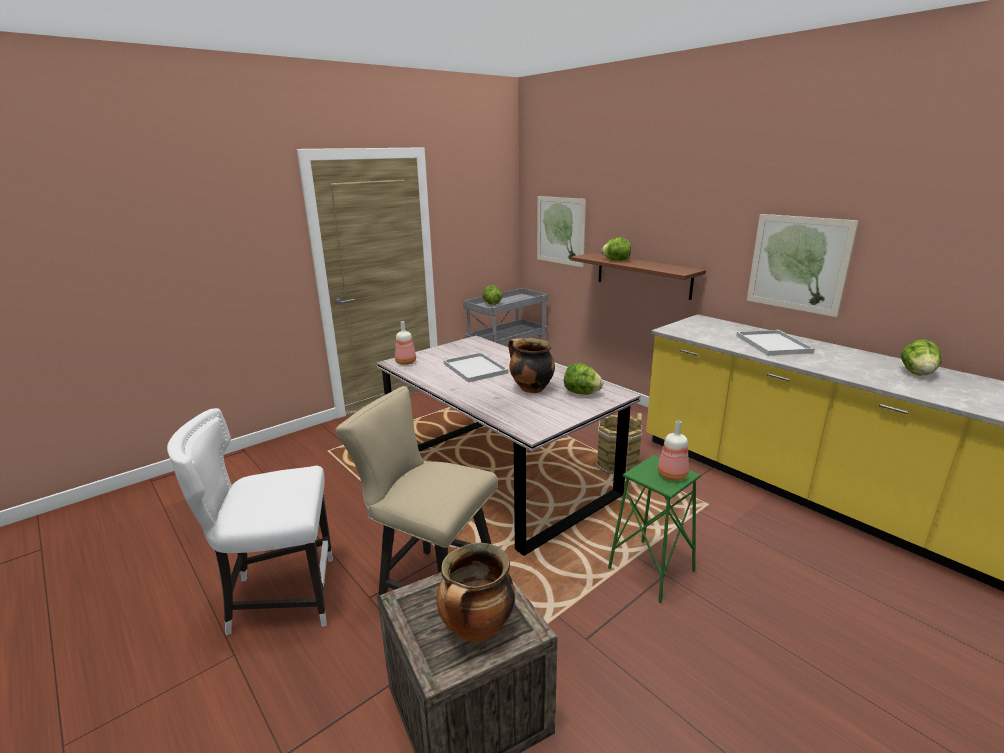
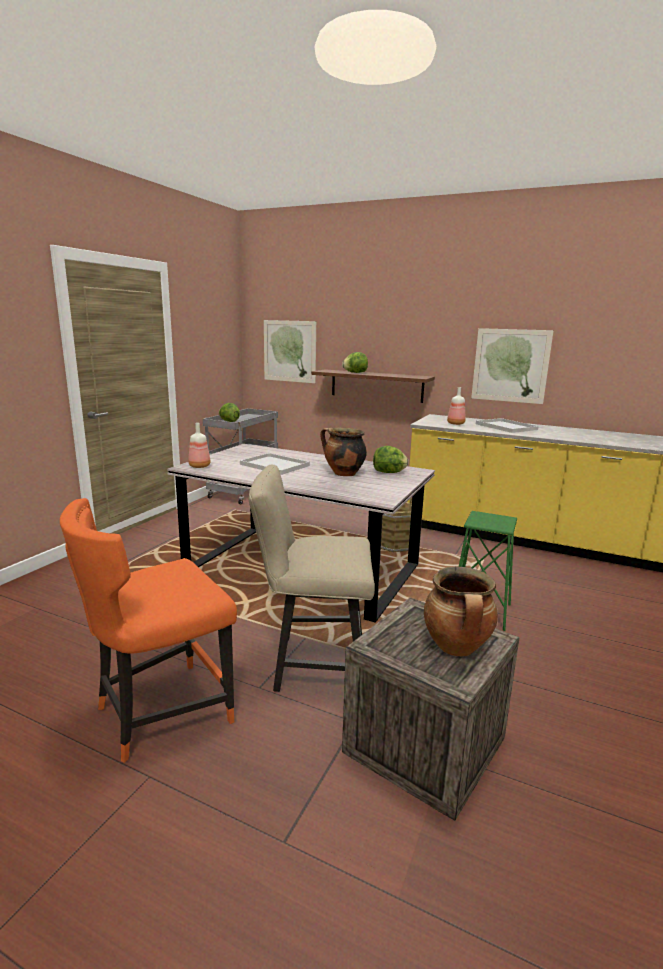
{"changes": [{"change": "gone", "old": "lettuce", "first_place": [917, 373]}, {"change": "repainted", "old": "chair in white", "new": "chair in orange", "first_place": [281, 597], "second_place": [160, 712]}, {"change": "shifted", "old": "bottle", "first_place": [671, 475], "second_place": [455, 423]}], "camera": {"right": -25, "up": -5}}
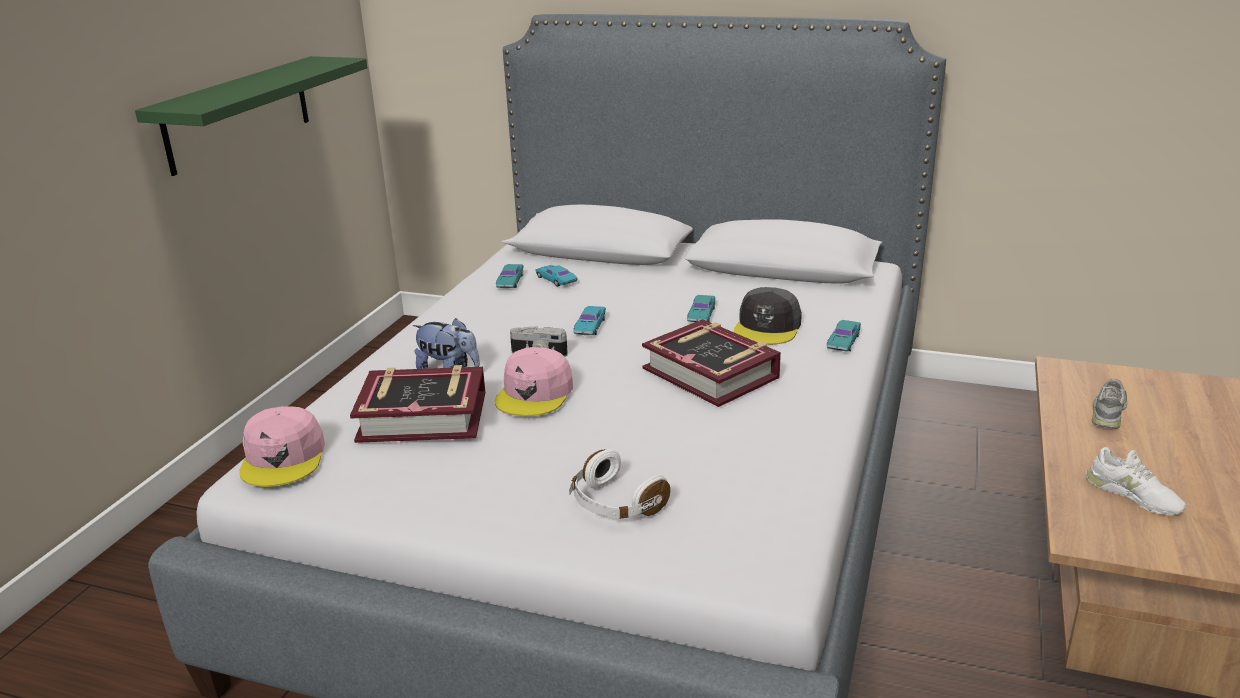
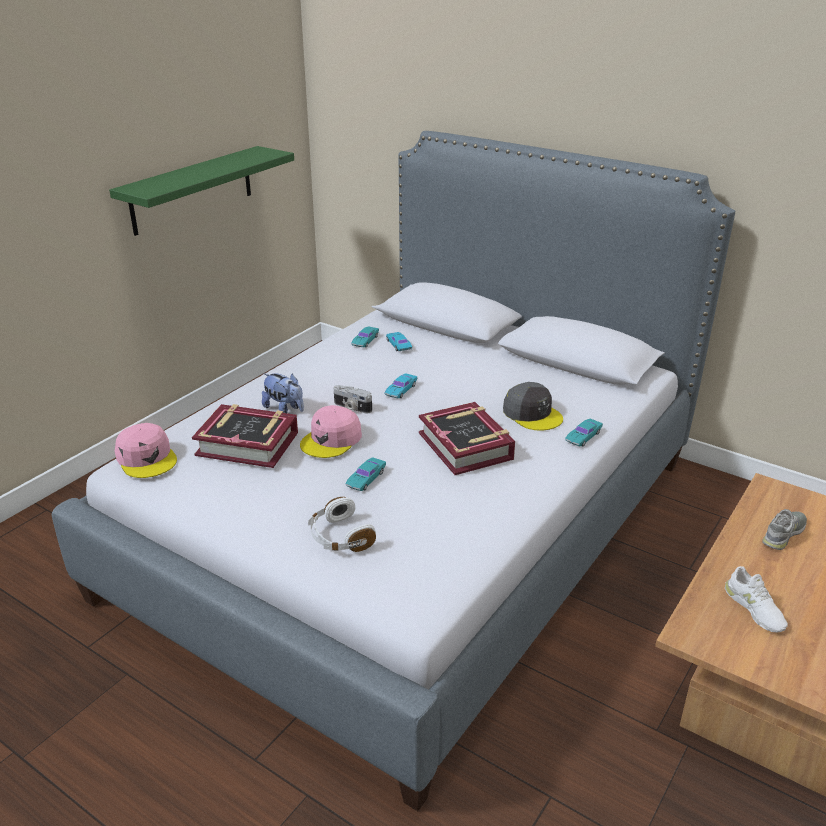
{"changes": [{"change": "rotated", "old": "cap in grey", "first_place": [768, 327], "second_place": [532, 414], "degrees": -75}, {"change": "shifted", "old": "toy car in turquoise", "first_place": [701, 314], "second_place": [366, 478]}, {"change": "rotated", "old": "cap in pink", "first_place": [284, 458], "second_place": [147, 458], "degrees": -45}], "camera": {"right": 15, "up": 5}}
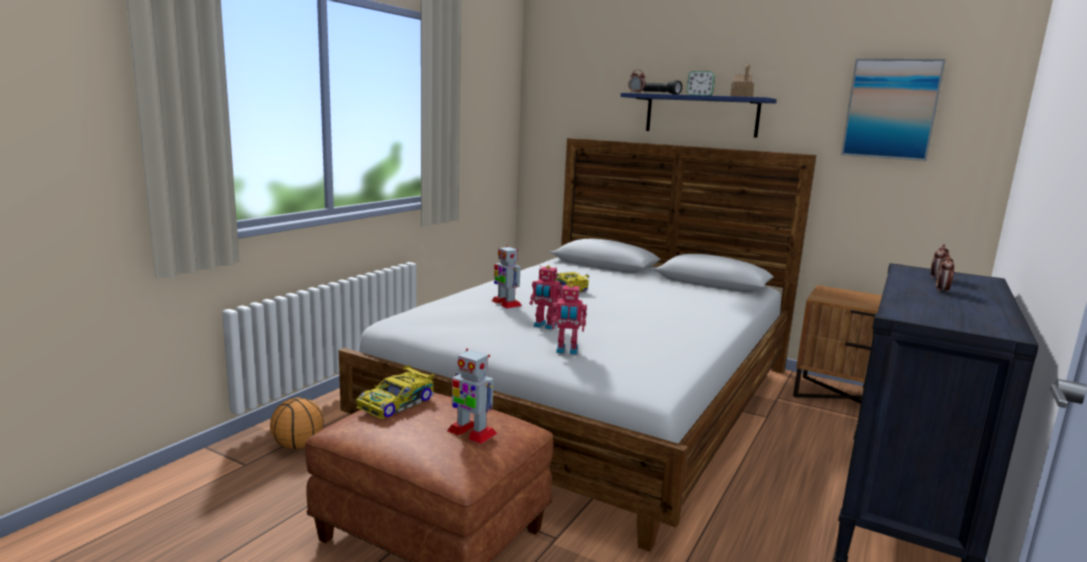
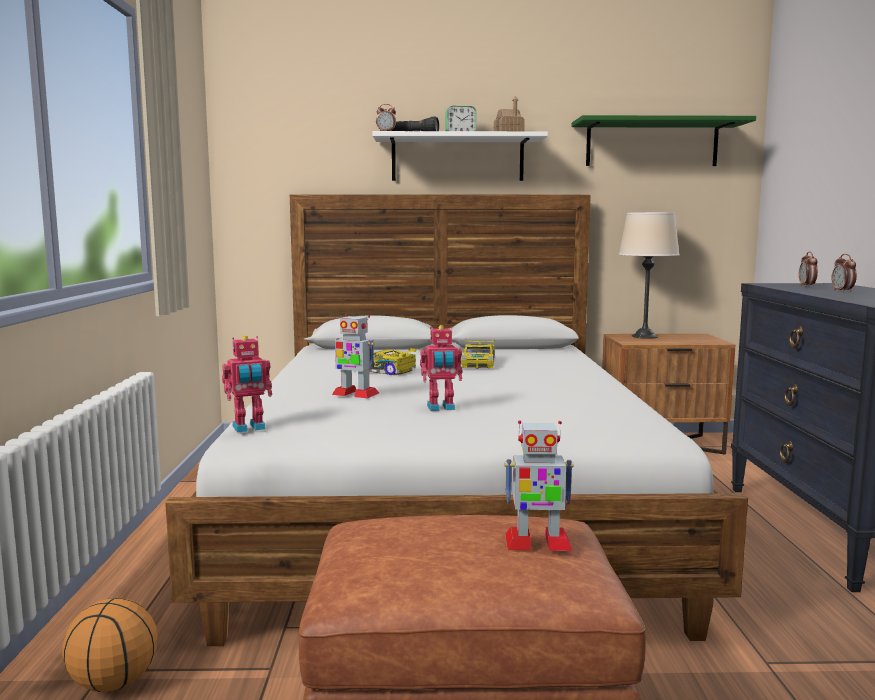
{"changes": [{"change": "swapped", "old": "picture", "new": "shelf in green", "first_place": [891, 109], "second_place": [652, 144]}, {"change": "repainted", "old": "shelf in blue", "new": "shelf in white", "first_place": [701, 115], "second_place": [457, 159]}, {"change": "shifted", "old": "toy robot", "first_place": [567, 351], "second_place": [249, 428]}, {"change": "shifted", "old": "toy car", "first_place": [397, 402], "second_place": [478, 363]}, {"change": "new", "new": "table lamp in beige", "second_place": [644, 336]}], "camera": {"right": -30, "up": -5}}
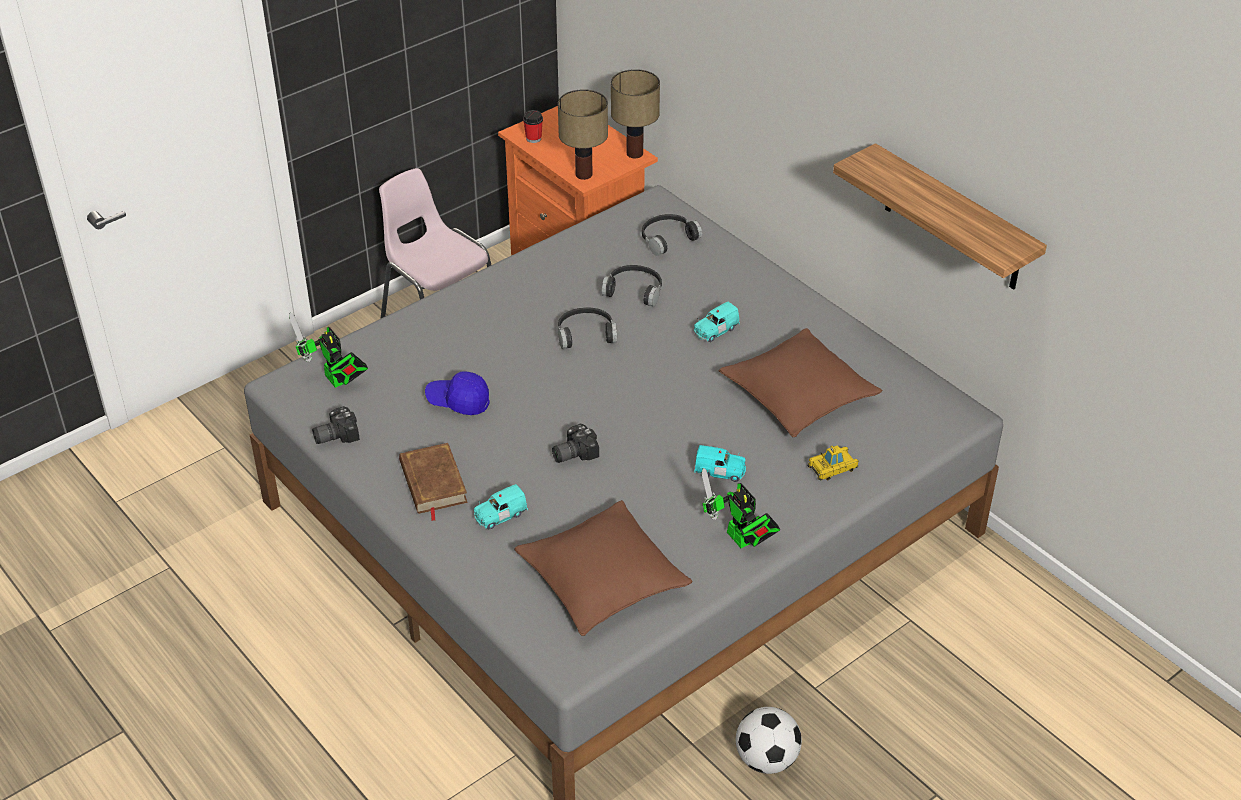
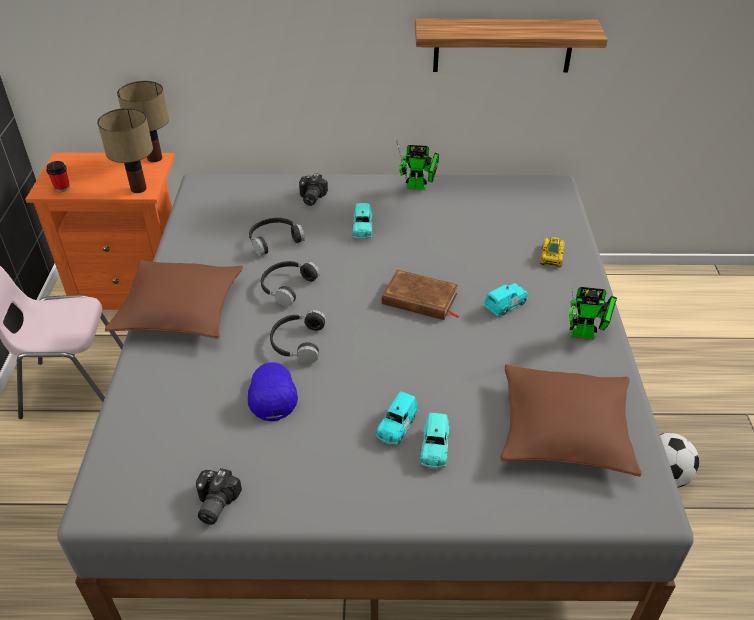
{"changes": [{"change": "shifted", "old": "headphones in black", "first_place": [667, 238], "second_place": [297, 342]}, {"change": "shifted", "old": "toy robot", "first_place": [336, 381], "second_place": [419, 187]}, {"change": "shifted", "old": "pillow in brown", "first_place": [798, 394], "second_place": [180, 310]}, {"change": "rotated", "old": "cap in blue", "first_place": [458, 401], "second_place": [272, 396], "degrees": 120}, {"change": "shifted", "old": "photo camera", "first_place": [573, 453], "second_place": [310, 198]}, {"change": "shifted", "old": "book in brown", "first_place": [433, 483], "second_place": [420, 299]}, {"change": "new", "new": "toy car in turquoise", "second_place": [396, 427]}], "camera": {"right": -50, "up": 0}}
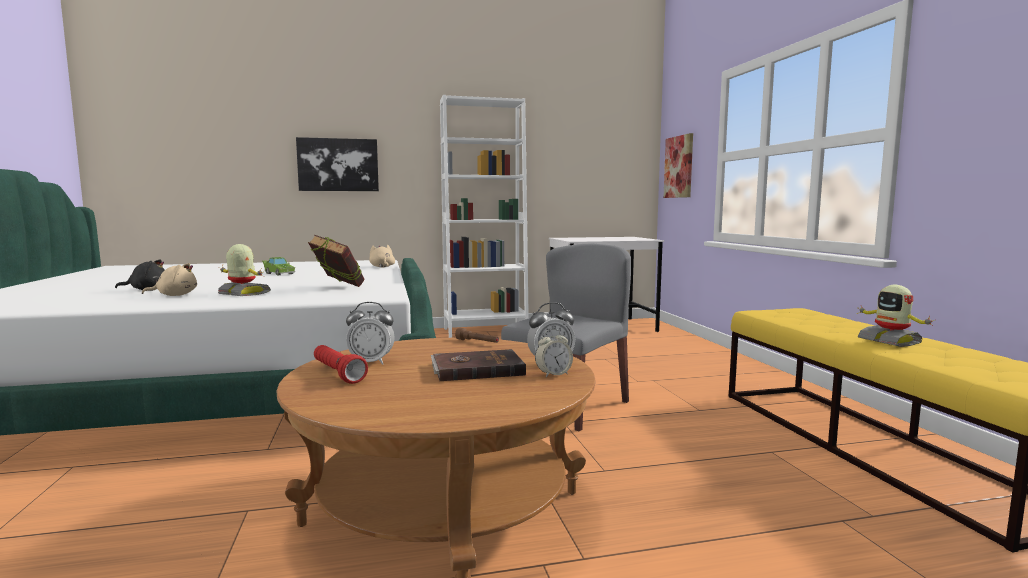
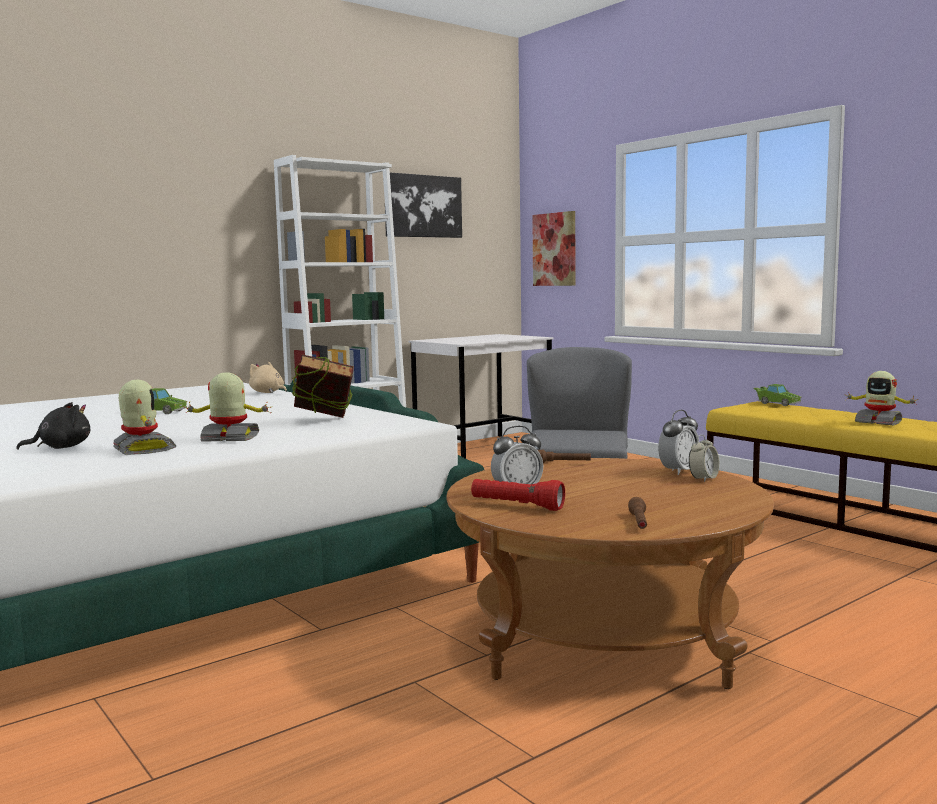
{"changes": [{"change": "shifted", "old": "picture", "first_place": [338, 165], "second_place": [422, 206]}, {"change": "swapped", "old": "plush toy in beige", "new": "toy robot", "first_place": [175, 295], "second_place": [142, 449]}, {"change": "gone", "old": "book in brown", "first_place": [476, 369]}, {"change": "new", "new": "toy car in green", "second_place": [776, 403]}, {"change": "new", "new": "flashlight in brown", "second_place": [639, 522]}], "camera": {"right": -25, "up": 0}}
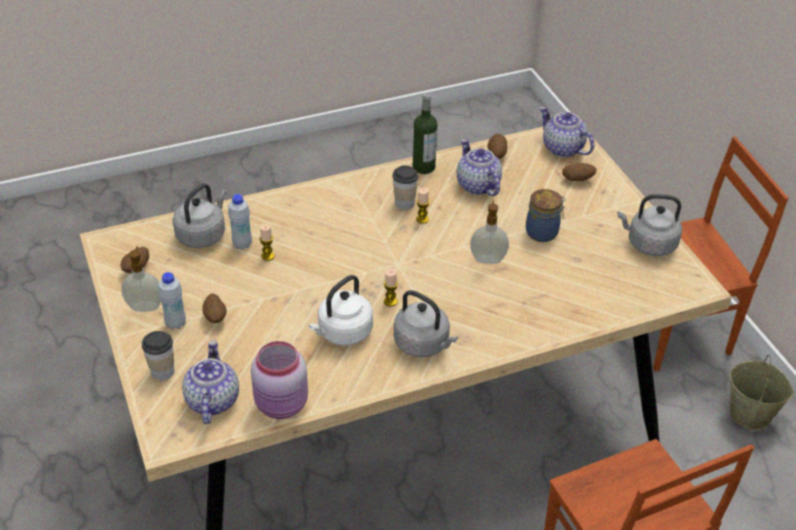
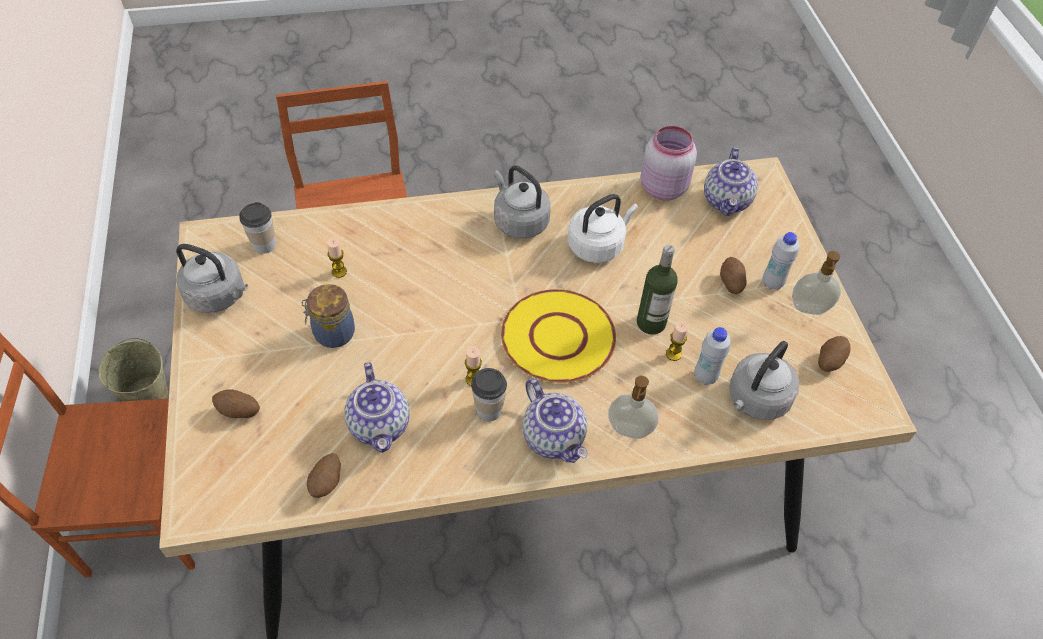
{"changes": [{"change": "shifted", "old": "bottle", "first_place": [423, 167], "second_place": [651, 323]}, {"change": "shifted", "old": "teapot", "first_place": [562, 148], "second_place": [554, 438]}, {"change": "shifted", "old": "soap dispenser", "first_place": [488, 259], "second_place": [629, 431]}, {"change": "shifted", "old": "candle", "first_place": [390, 301], "second_place": [339, 272]}, {"change": "shifted", "old": "cup", "first_place": [162, 371], "second_place": [264, 245]}, {"change": "new", "new": "plate in yellow", "second_place": [557, 338]}], "camera": {"right": -170, "up": 10}}
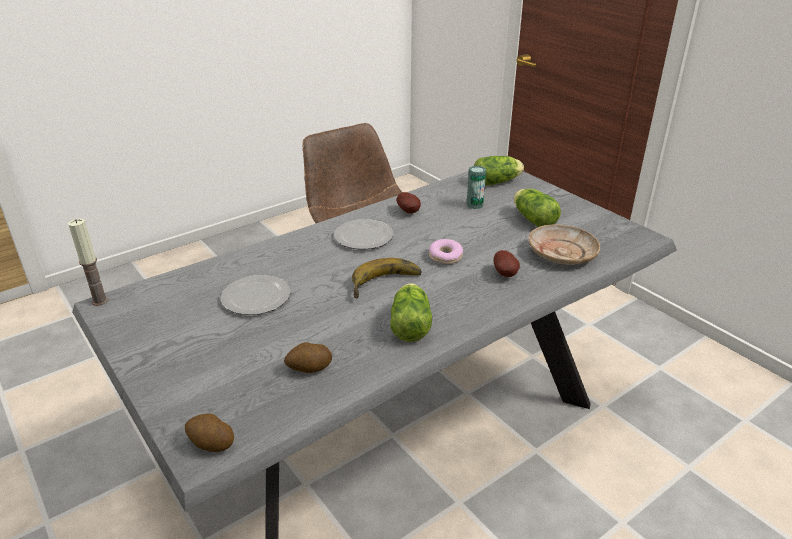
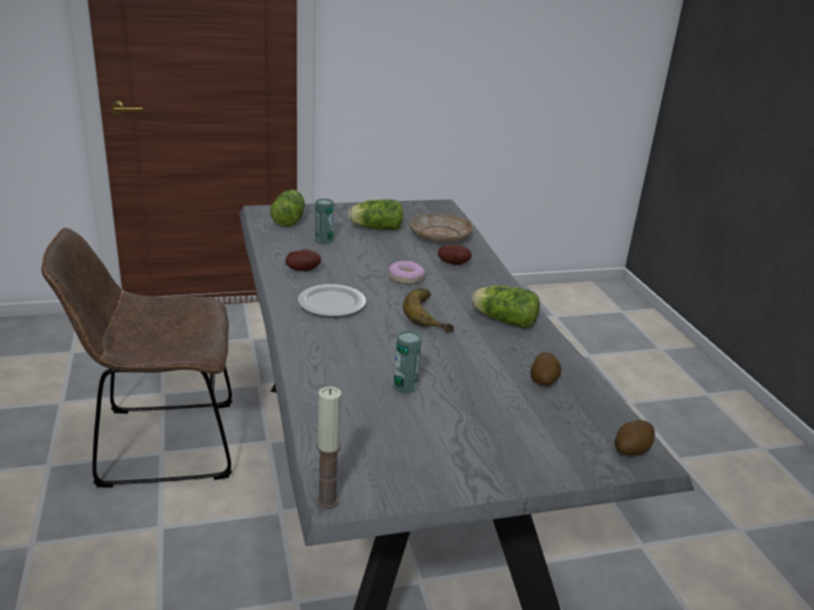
{"changes": [{"change": "swapped", "old": "plate", "new": "can", "first_place": [255, 298], "second_place": [405, 386]}], "camera": {"right": -70, "up": -5}}
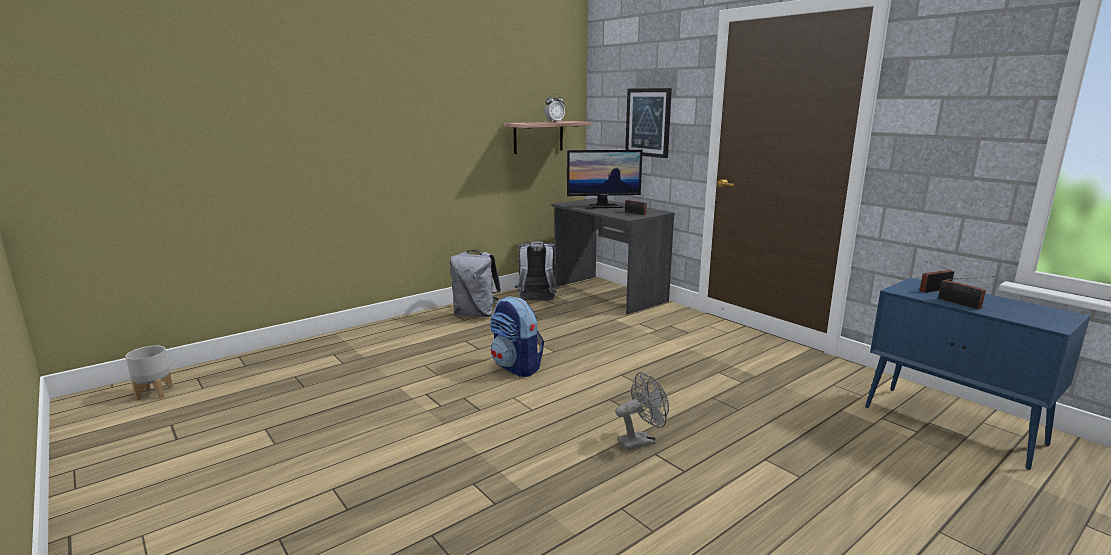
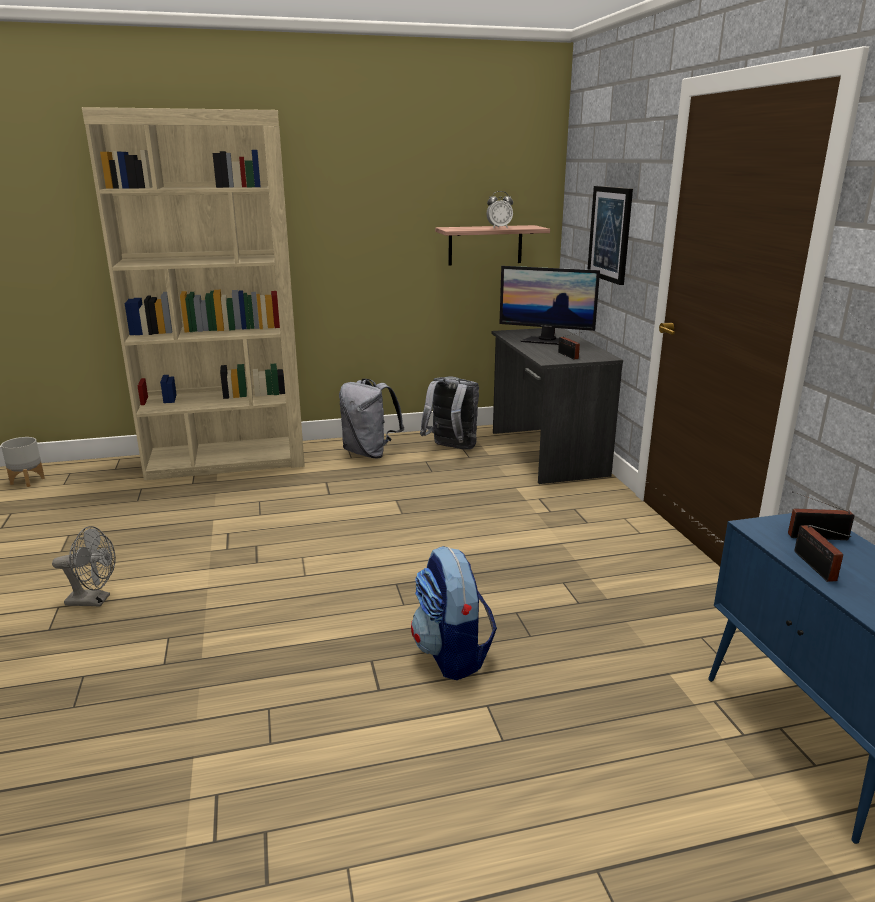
{"changes": [{"change": "shifted", "old": "backpack", "first_place": [516, 367], "second_place": [452, 654]}, {"change": "shifted", "old": "fan in grey", "first_place": [641, 441], "second_place": [94, 600]}, {"change": "new", "new": "bookcase in beige", "second_place": [227, 461]}], "camera": {"right": 25, "up": 5}}
